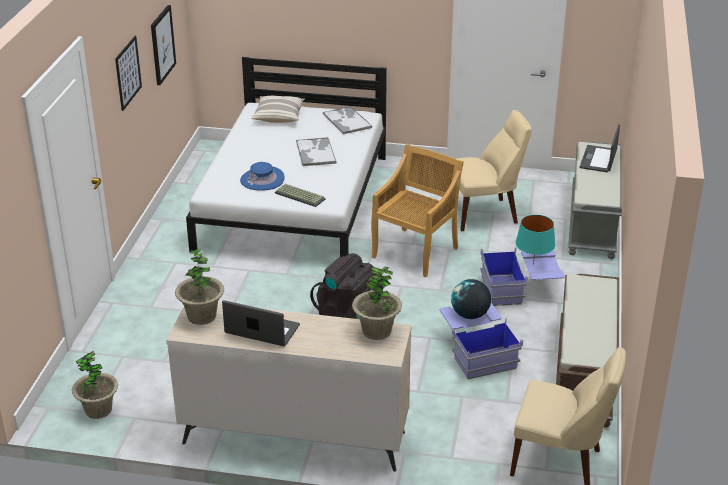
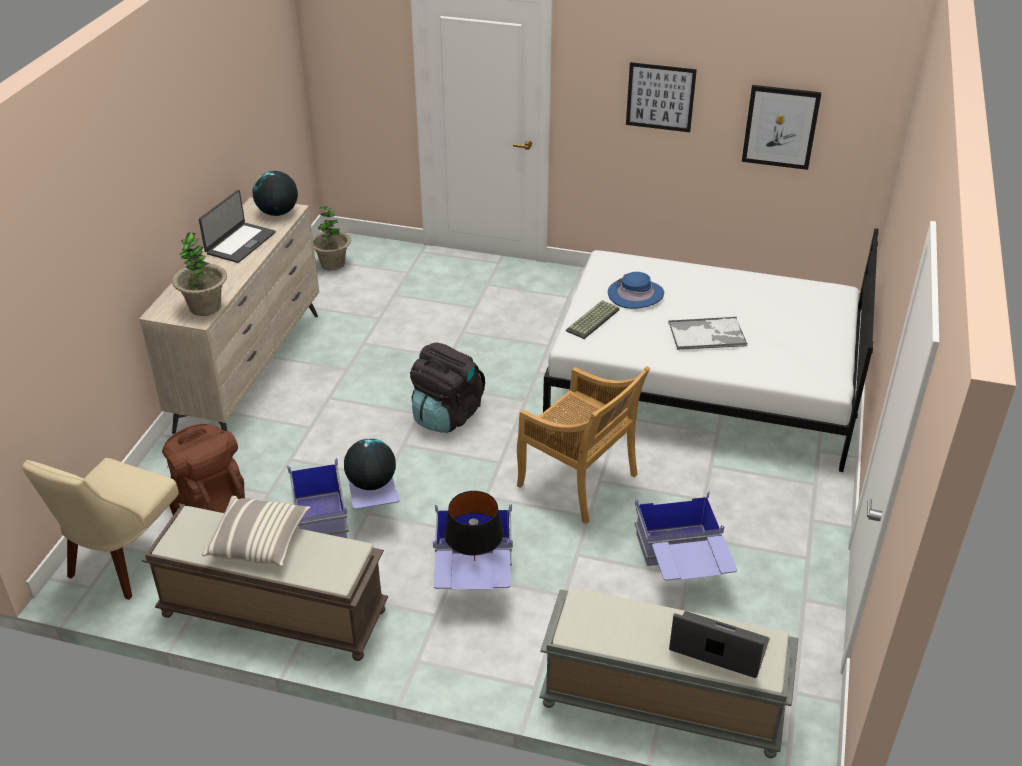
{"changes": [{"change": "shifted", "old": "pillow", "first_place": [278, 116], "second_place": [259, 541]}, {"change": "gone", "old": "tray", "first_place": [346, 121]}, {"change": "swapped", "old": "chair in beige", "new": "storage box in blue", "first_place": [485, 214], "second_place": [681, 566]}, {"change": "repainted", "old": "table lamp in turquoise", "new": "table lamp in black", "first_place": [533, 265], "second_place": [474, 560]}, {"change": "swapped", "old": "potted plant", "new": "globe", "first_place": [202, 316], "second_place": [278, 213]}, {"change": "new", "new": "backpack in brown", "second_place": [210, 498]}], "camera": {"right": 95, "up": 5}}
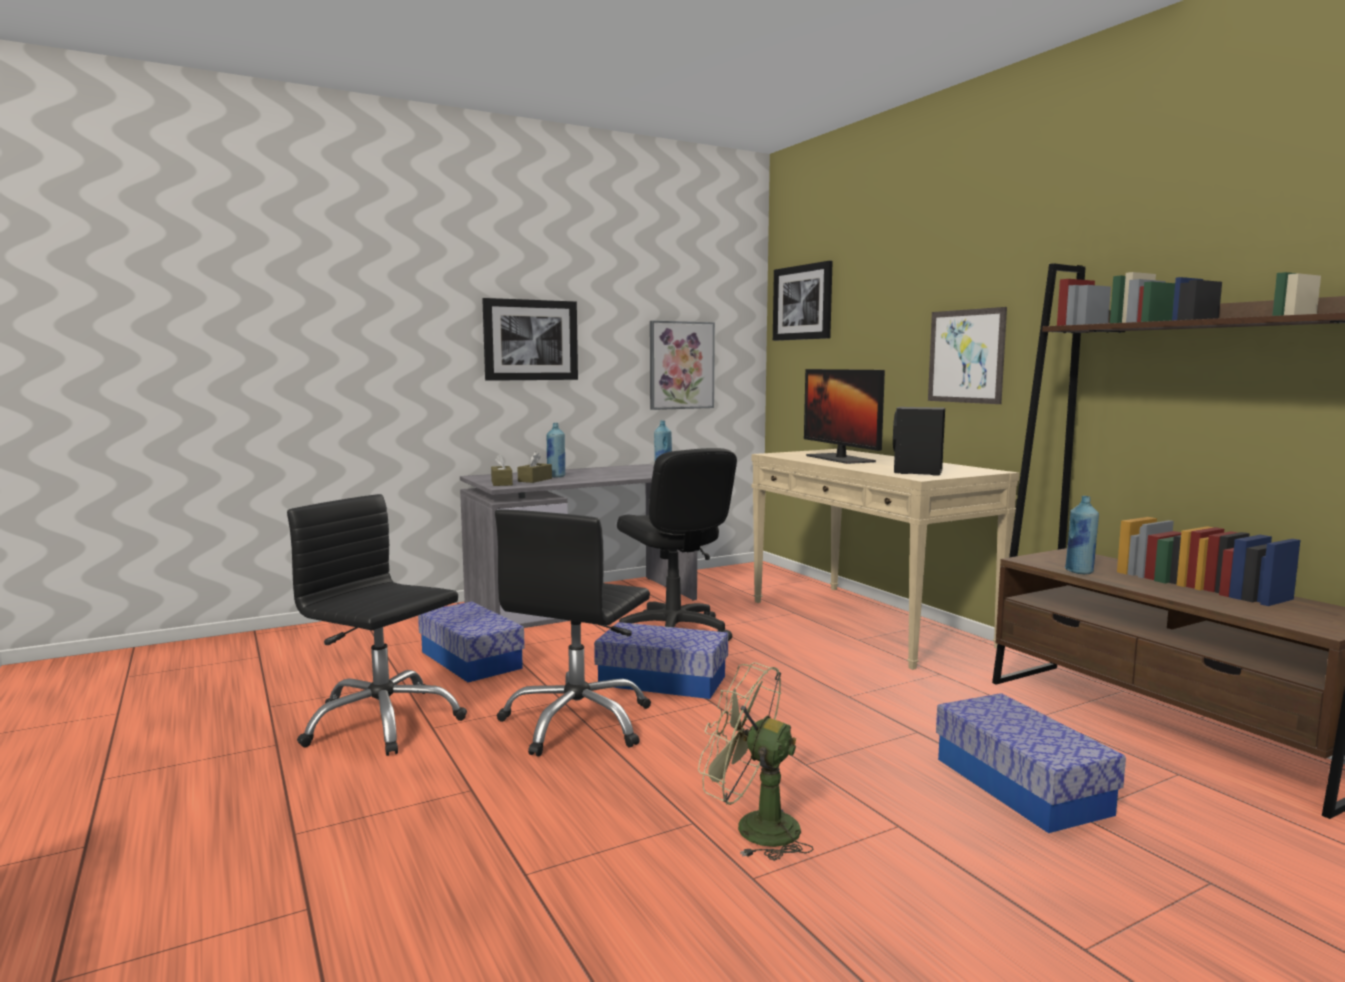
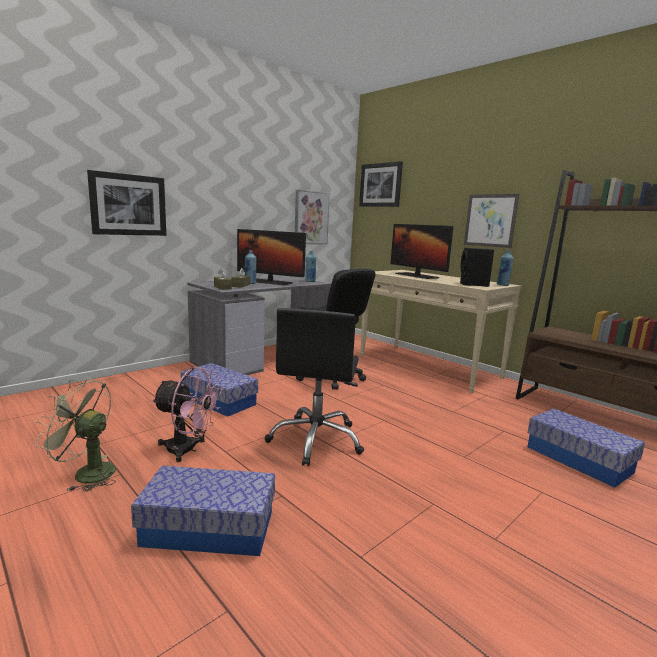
{"changes": [{"change": "shifted", "old": "picture", "first_place": [530, 340], "second_place": [128, 205]}, {"change": "swapped", "old": "office chair in black", "new": "fan in pink", "first_place": [382, 722], "second_place": [188, 450]}, {"change": "shifted", "old": "bottle in blue", "first_place": [1079, 572], "second_place": [503, 285]}, {"change": "shifted", "old": "storage box", "first_place": [662, 680], "second_place": [209, 528]}, {"change": "shifted", "old": "fan in green", "first_place": [753, 828], "second_place": [86, 473]}, {"change": "new", "new": "monitor", "second_place": [269, 282]}], "camera": {"right": -15, "up": 5}}
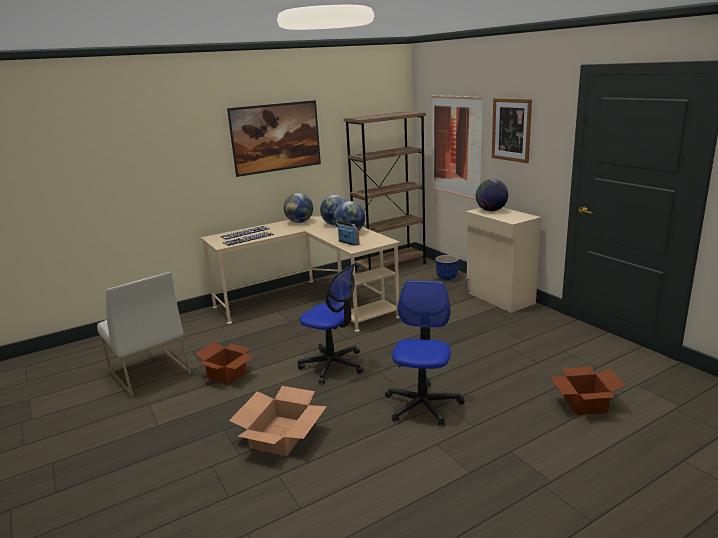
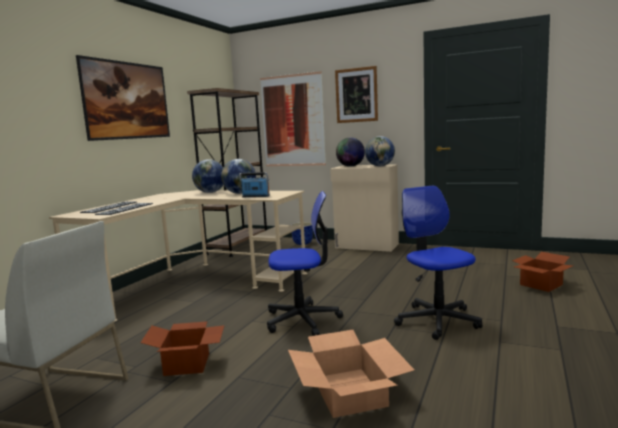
{"changes": [{"change": "shifted", "old": "globe", "first_place": [299, 222], "second_place": [380, 166]}], "camera": {"right": -35, "up": -10}}
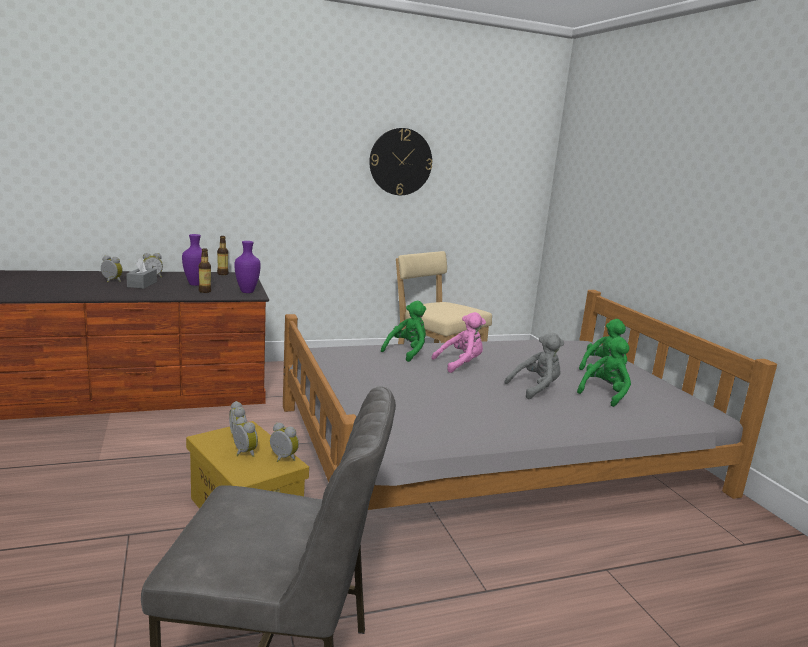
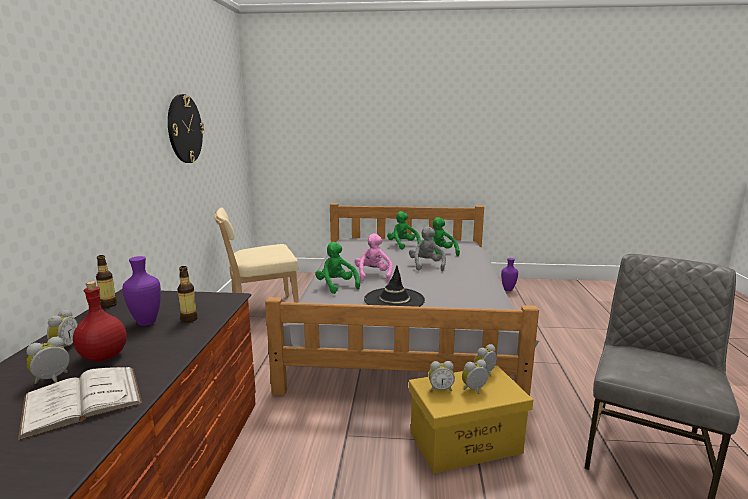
{"changes": [{"change": "shifted", "old": "vase in purple", "first_place": [247, 292], "second_place": [508, 290]}, {"change": "swapped", "old": "tissue box in grey", "new": "bottle in red", "first_place": [142, 284], "second_place": [104, 356]}, {"change": "new", "new": "hat in black", "second_place": [394, 300]}, {"change": "new", "new": "book in white", "second_place": [82, 400]}], "camera": {"right": -65, "up": 0}}
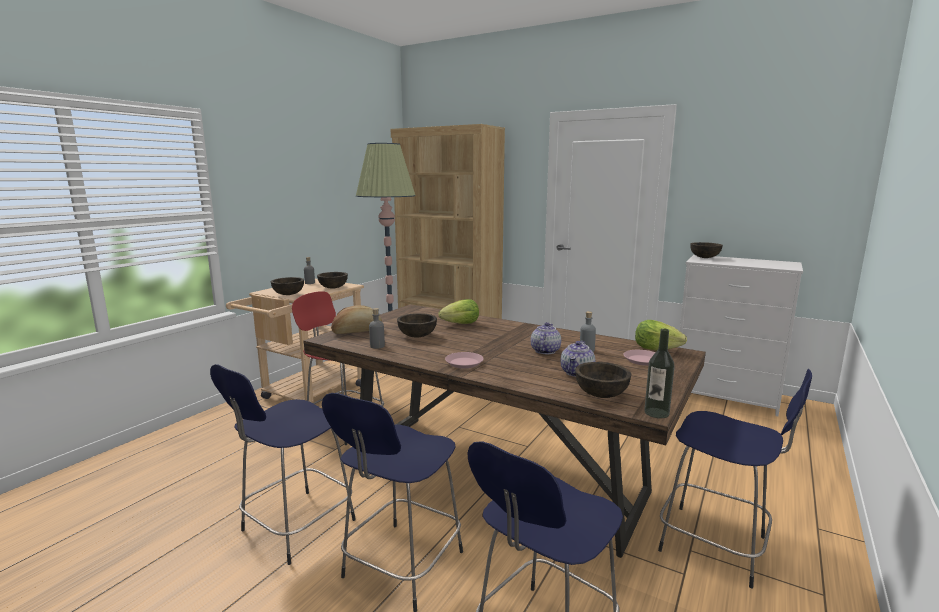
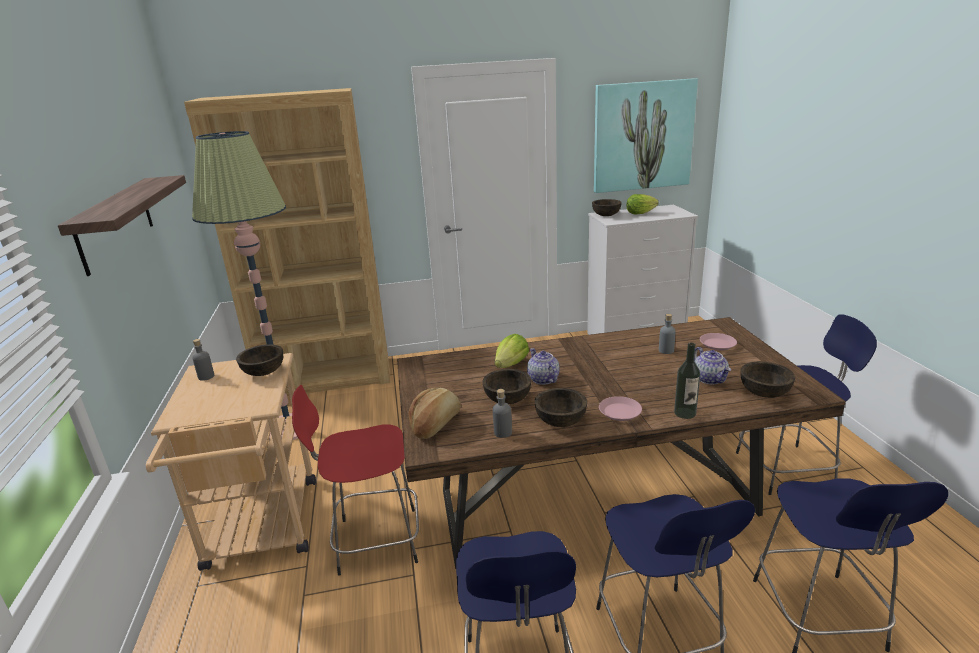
{"changes": [{"change": "shifted", "old": "bowl in brown", "first_place": [288, 294], "second_place": [561, 421]}, {"change": "shifted", "old": "lettuce", "first_place": [656, 349], "second_place": [640, 213]}, {"change": "shifted", "old": "teapot", "first_place": [545, 351], "second_place": [542, 379]}, {"change": "shifted", "old": "bottle", "first_place": [656, 413], "second_place": [685, 413]}, {"change": "new", "new": "picture", "second_place": [642, 136]}, {"change": "new", "new": "shelf", "second_place": [115, 223]}], "camera": {"right": -40, "up": 10}}
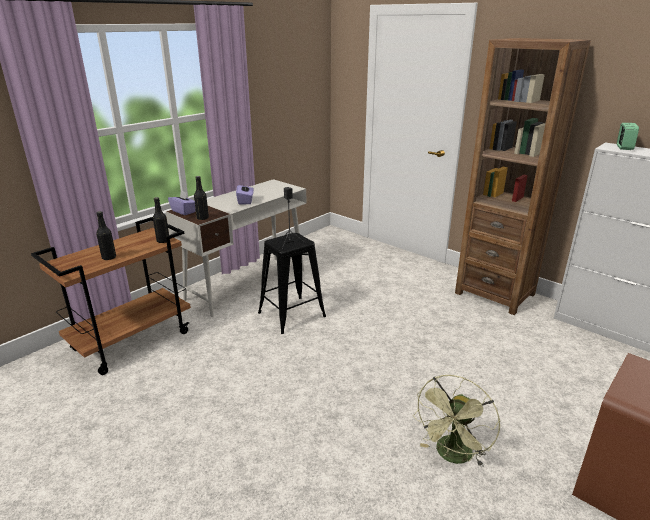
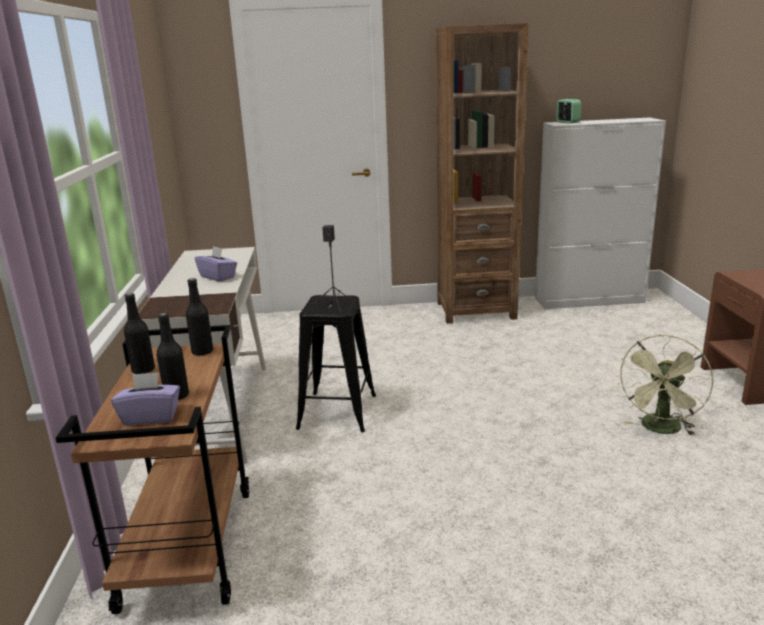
{"changes": [{"change": "shifted", "old": "bottle in black", "first_place": [202, 218], "second_place": [143, 370]}, {"change": "shifted", "old": "tissue box in purple", "first_place": [184, 211], "second_place": [151, 416]}, {"change": "rotated", "old": "fan in green", "first_place": [452, 456], "second_place": [660, 429], "degrees": 45}], "camera": {"right": -45, "up": -5}}
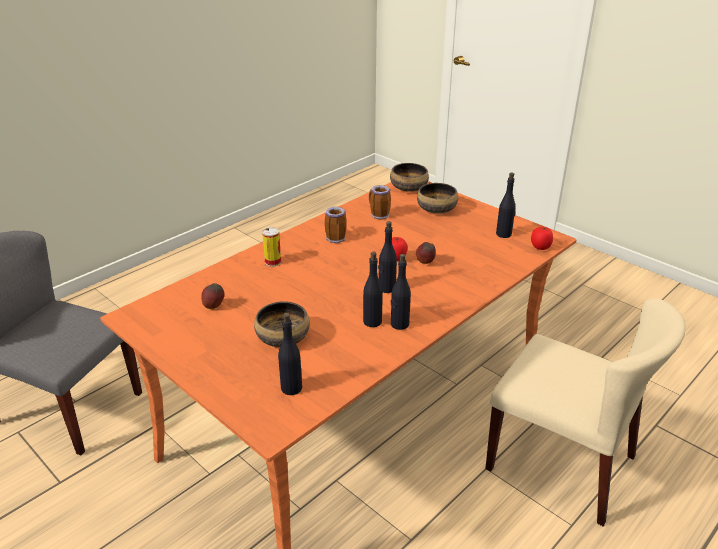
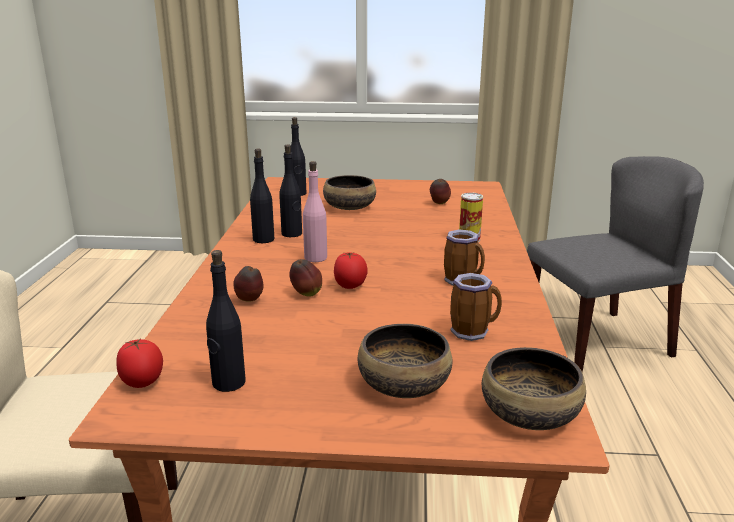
{"changes": [{"change": "repainted", "old": "bottle in black", "new": "bottle in pink", "first_place": [386, 288], "second_place": [316, 258]}, {"change": "new", "new": "apple", "second_place": [250, 301]}], "camera": {"right": 140, "up": -10}}
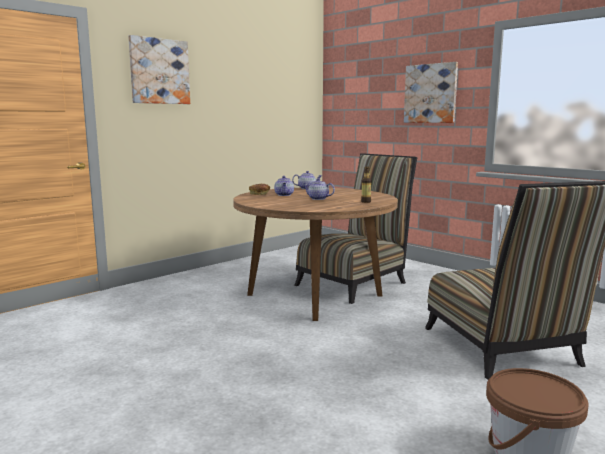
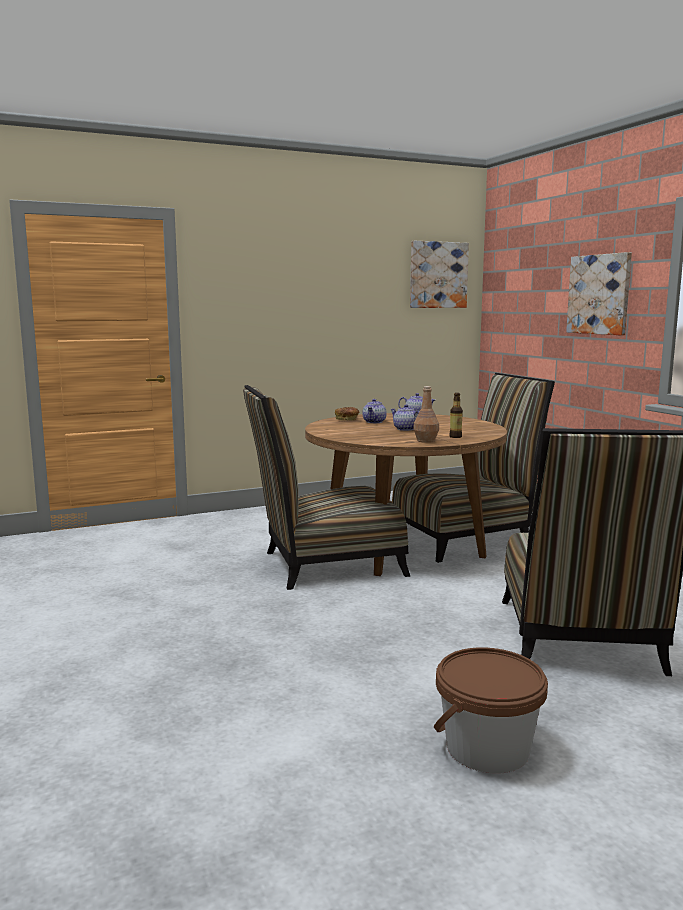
{"changes": [{"change": "shifted", "old": "picture", "first_place": [159, 71], "second_place": [438, 275]}, {"change": "new", "new": "chair", "second_place": [324, 565]}, {"change": "new", "new": "bottle in brown", "second_place": [426, 441]}], "camera": {"right": 20, "up": 0}}
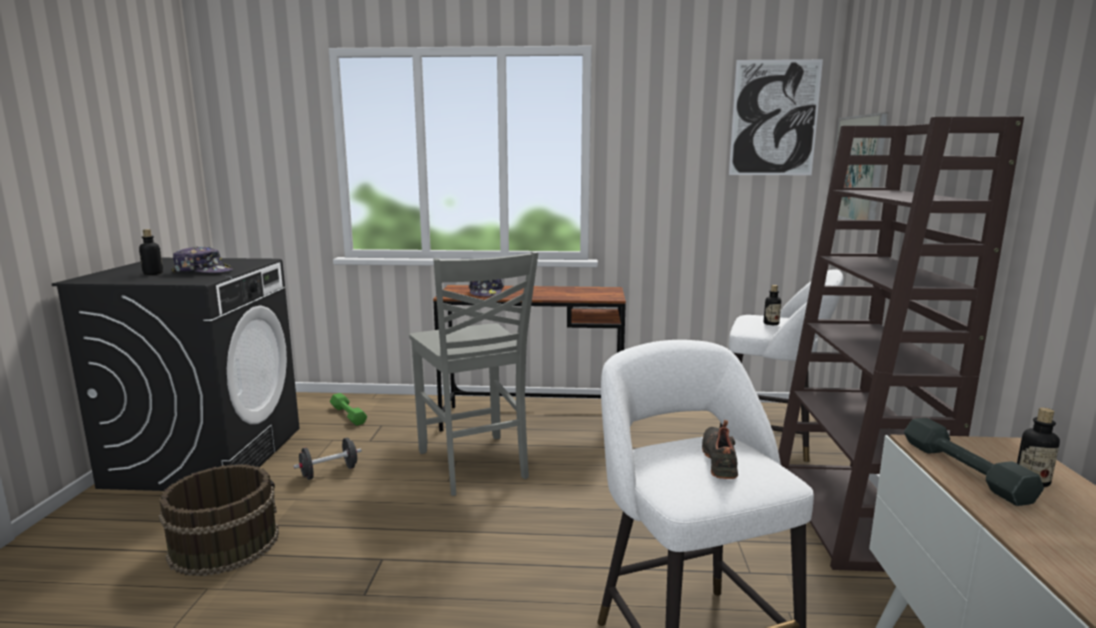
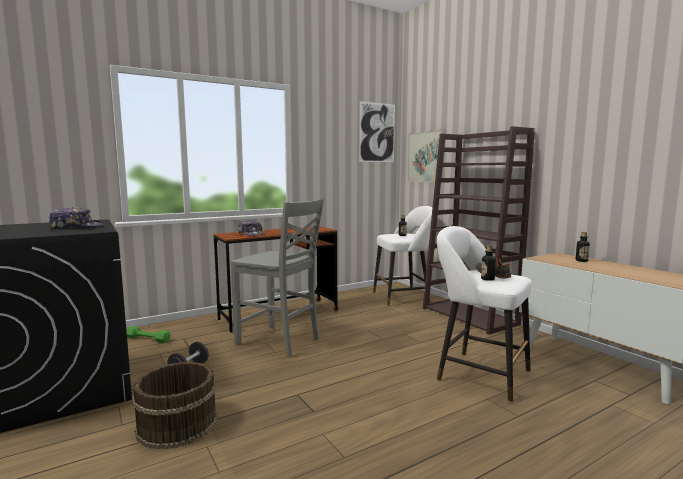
{"changes": [{"change": "shifted", "old": "bottle", "first_place": [153, 273], "second_place": [487, 279]}, {"change": "gone", "old": "dumbbell in grey", "first_place": [964, 471]}], "camera": {"right": -35, "up": -5}}
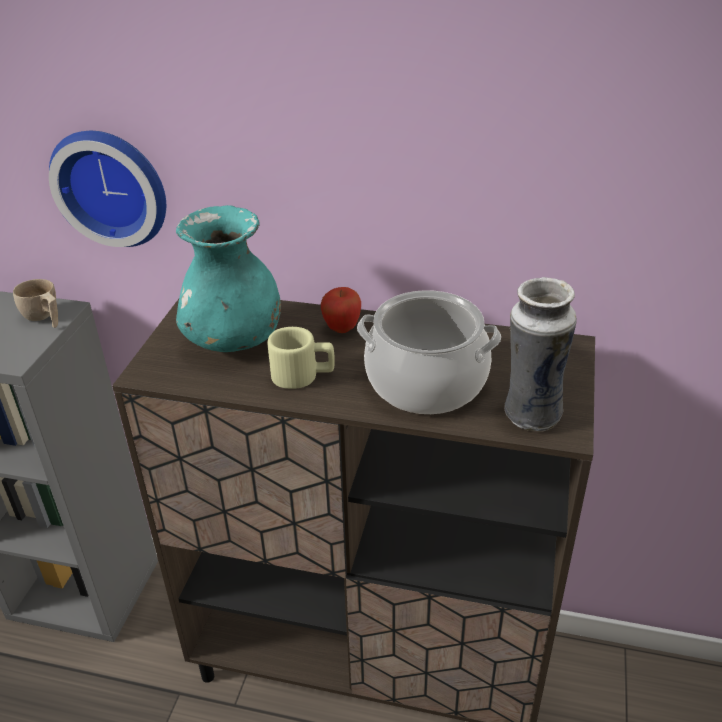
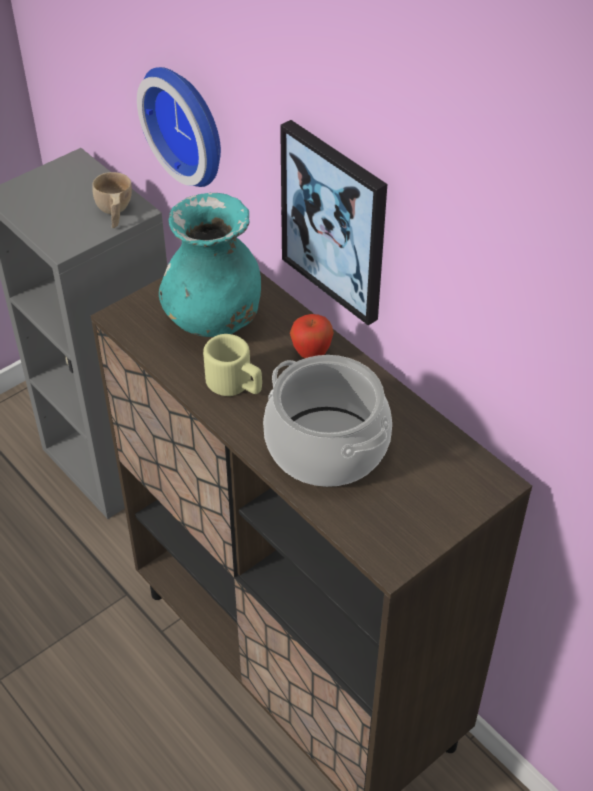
{"changes": [{"change": "gone", "old": "vase", "first_place": [530, 415]}, {"change": "new", "new": "picture", "second_place": [335, 221]}], "camera": {"right": 35, "up": 10}}
